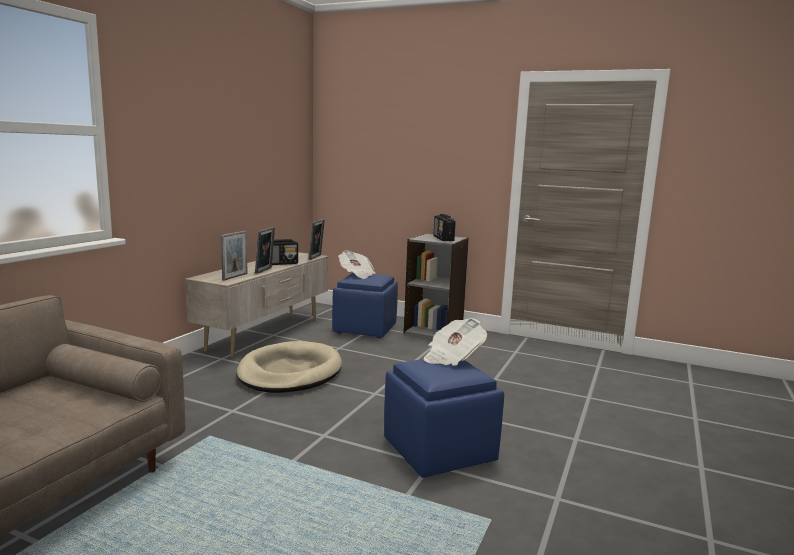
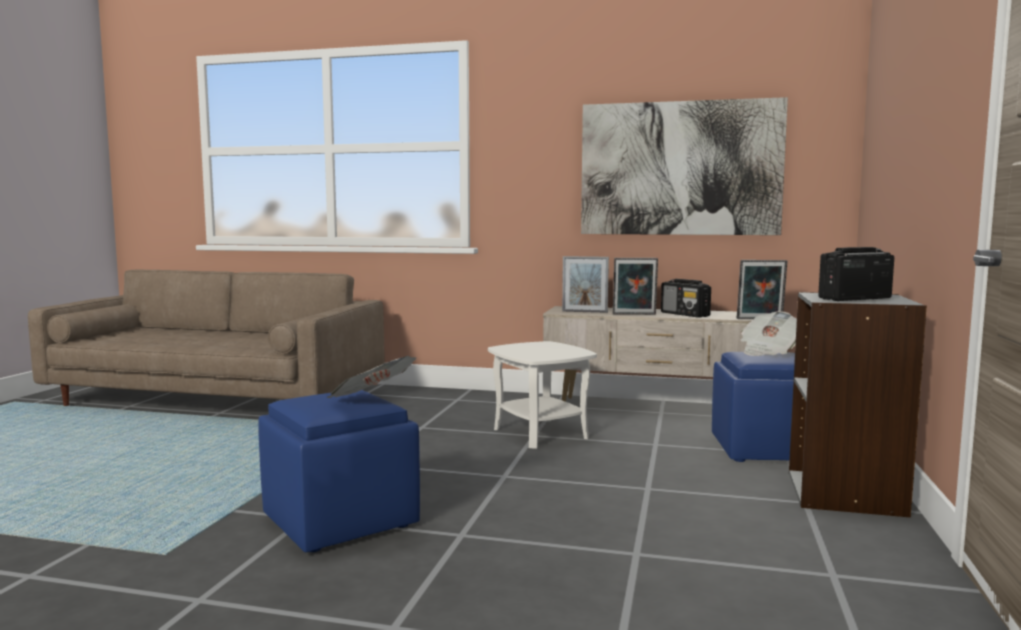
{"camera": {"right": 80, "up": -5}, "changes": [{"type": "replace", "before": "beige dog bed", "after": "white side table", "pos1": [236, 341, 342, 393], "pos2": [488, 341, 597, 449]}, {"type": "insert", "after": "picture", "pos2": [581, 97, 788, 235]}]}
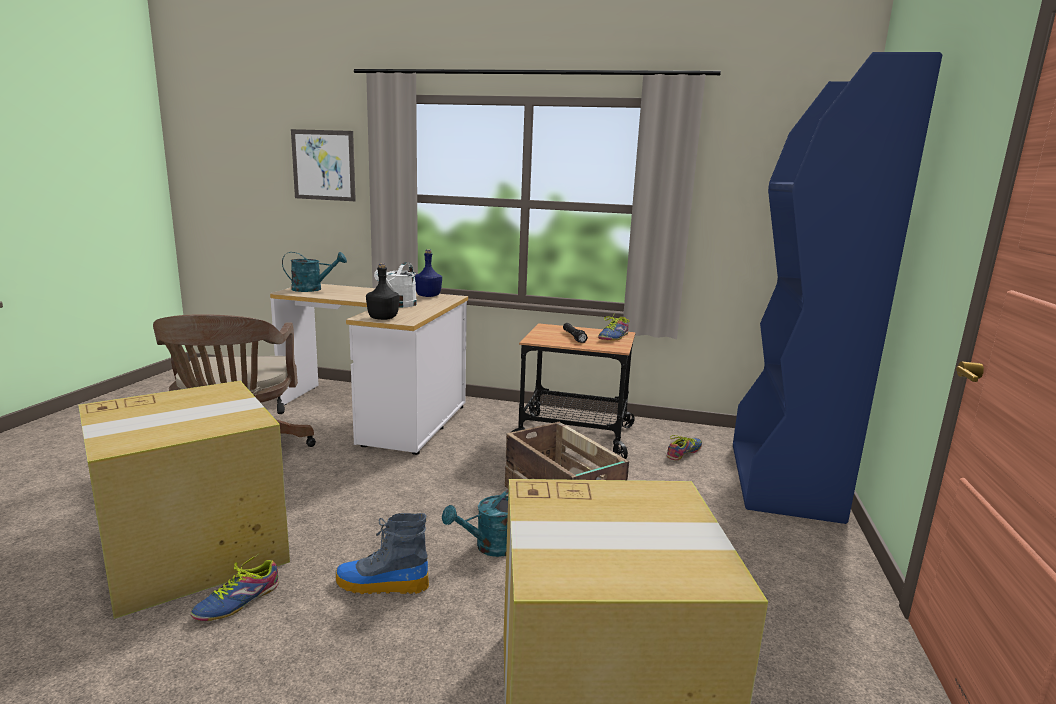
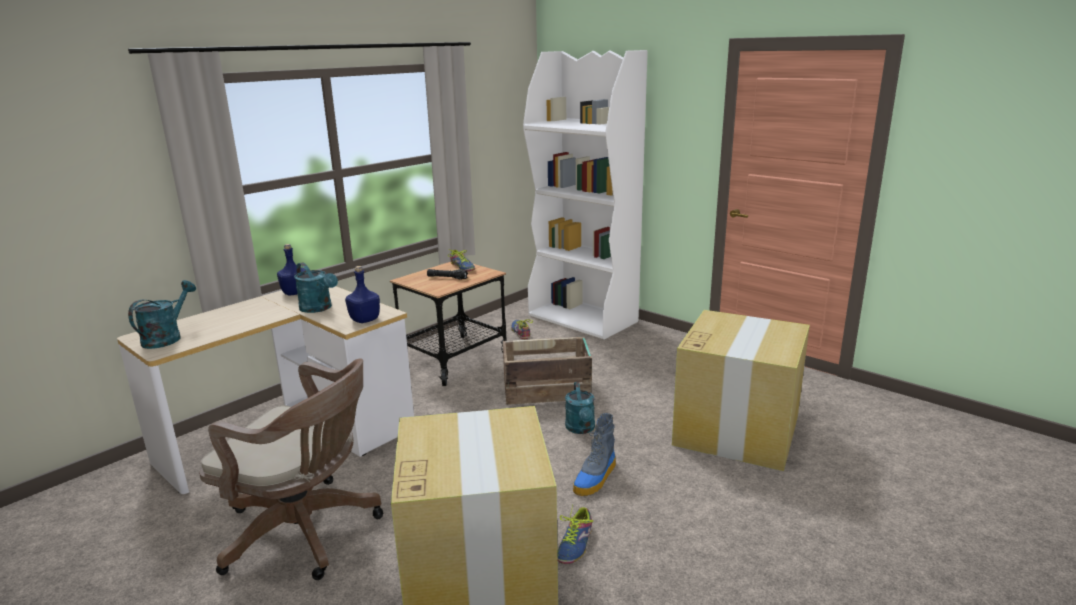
{"camera": {"right": -60, "up": 5}, "changes": [{"type": "rotate", "before": "shoe", "pos1": [191, 555, 279, 621], "pos2": [557, 504, 593, 564], "turn": 45}, {"type": "delete", "before": "picture", "pos1": [291, 129, 356, 201]}, {"type": "recolor", "before": "black bottle", "after": "blue bottle", "pos1": [366, 263, 399, 320], "pos2": [345, 266, 380, 323]}, {"type": "recolor", "before": "white watering can", "after": "turquoise watering can", "pos1": [374, 262, 417, 307], "pos2": [294, 262, 338, 313]}, {"type": "recolor", "before": "blue bookcase", "after": "white bookcase", "pos1": [733, 52, 942, 524], "pos2": [523, 50, 648, 340]}]}
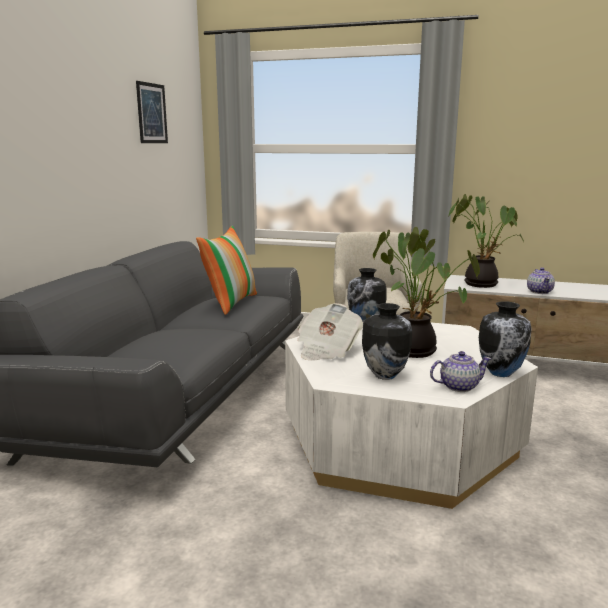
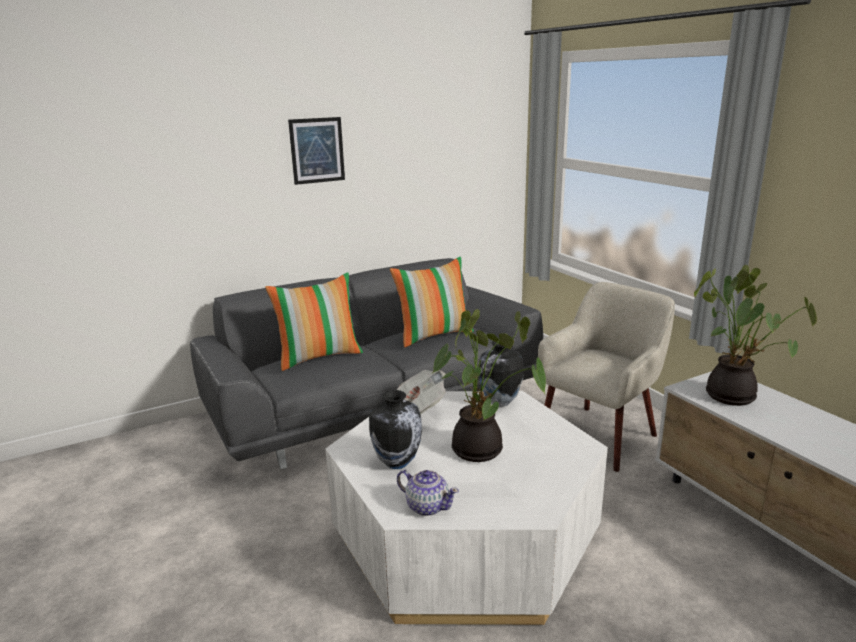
{"camera": {"right": 45, "up": 5}, "changes": [{"type": "move", "before": "picture", "pos1": [136, 81, 168, 143], "pos2": [288, 117, 345, 185]}, {"type": "delete", "before": "vase", "pos1": [479, 301, 531, 377]}, {"type": "delete", "before": "teapot", "pos1": [527, 267, 555, 294]}, {"type": "insert", "after": "pillow", "pos2": [265, 273, 363, 371]}]}
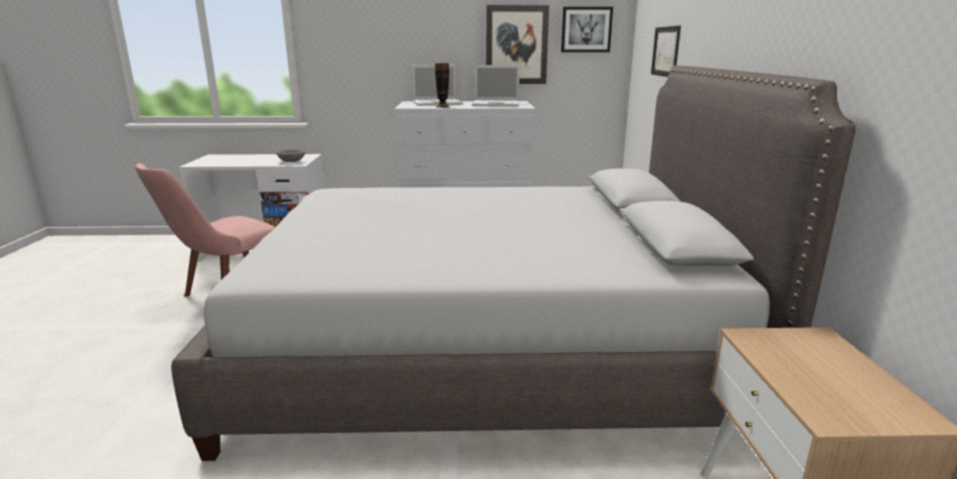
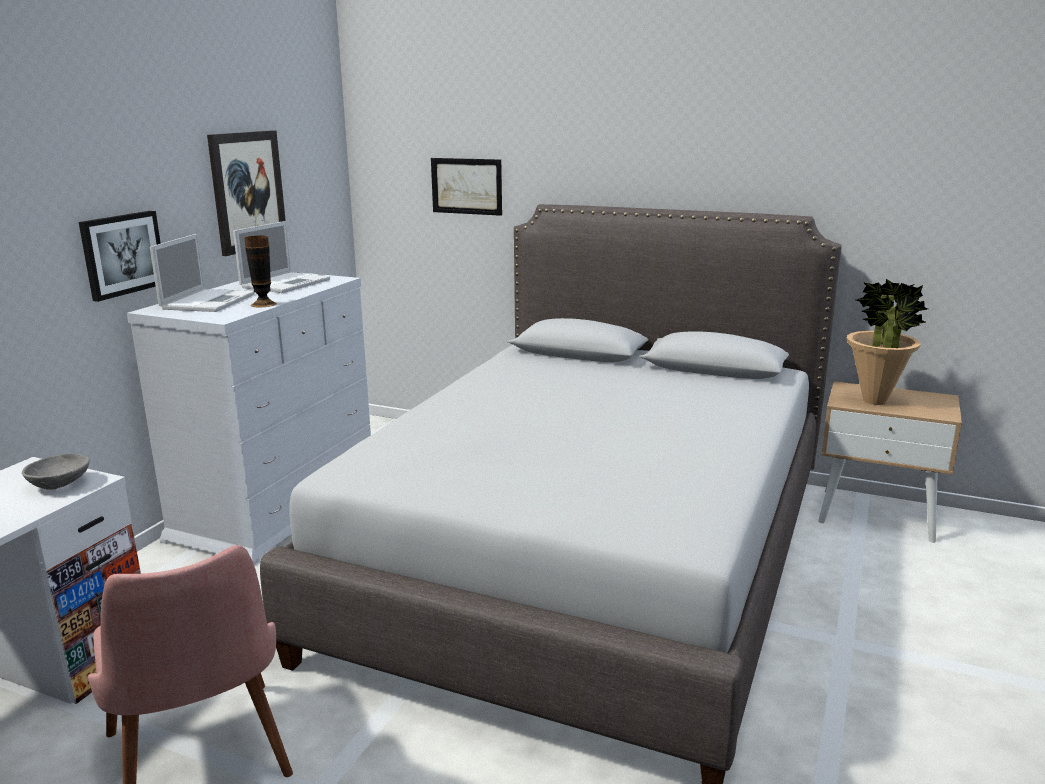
{"camera": {"right": -65, "up": 0}, "changes": [{"type": "move", "before": "picture", "pos1": [561, 7, 613, 52], "pos2": [79, 210, 161, 302]}, {"type": "insert", "after": "potted plant", "pos2": [847, 279, 928, 405]}]}
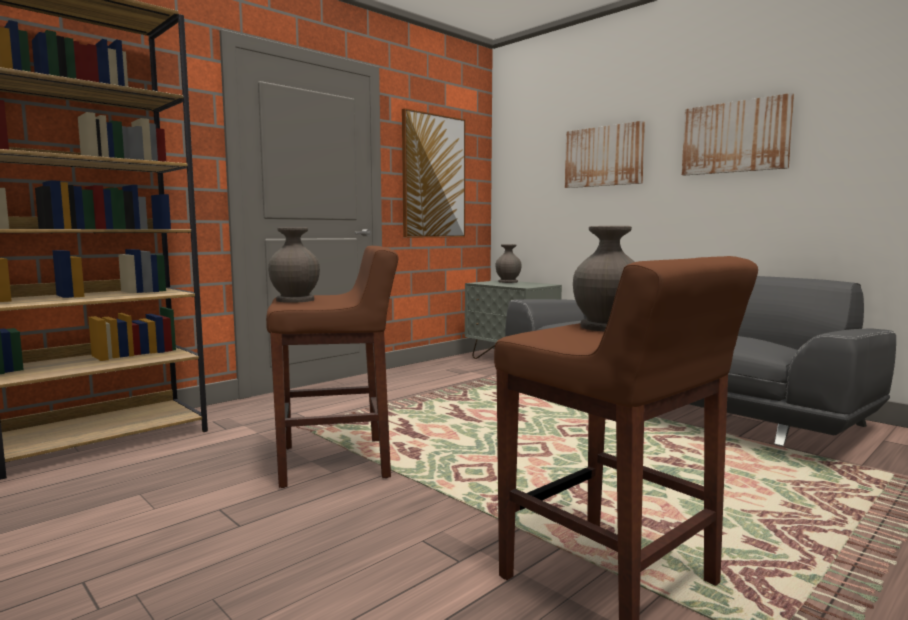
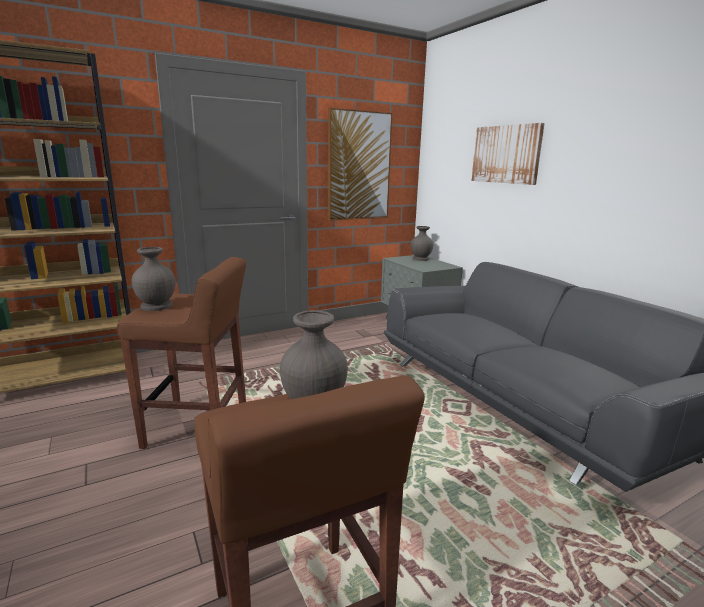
{"camera": {"right": 15, "up": 10}, "changes": [{"type": "delete", "before": "picture", "pos1": [682, 93, 794, 175]}]}
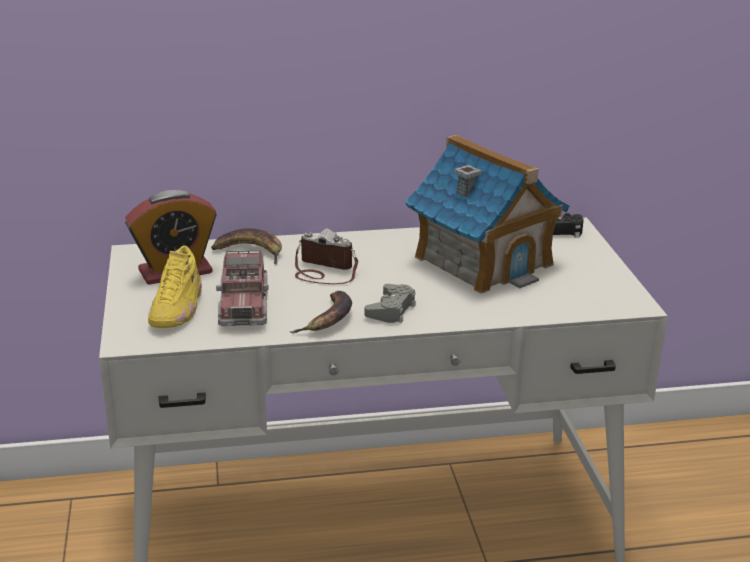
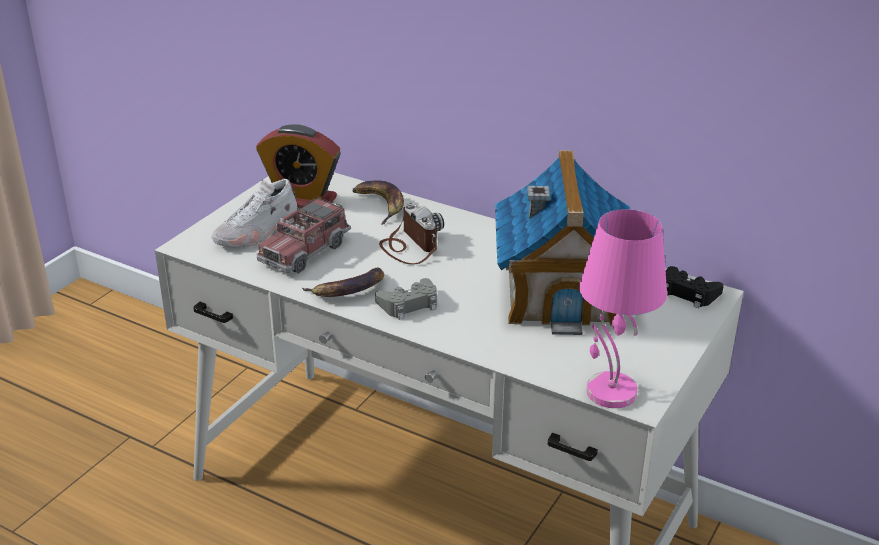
{"camera": {"right": 40, "up": 5}, "changes": [{"type": "recolor", "before": "yellow shoe", "after": "white shoe", "pos1": [148, 246, 202, 328], "pos2": [212, 179, 298, 247]}, {"type": "insert", "after": "pink table lamp", "pos2": [579, 209, 667, 408]}]}
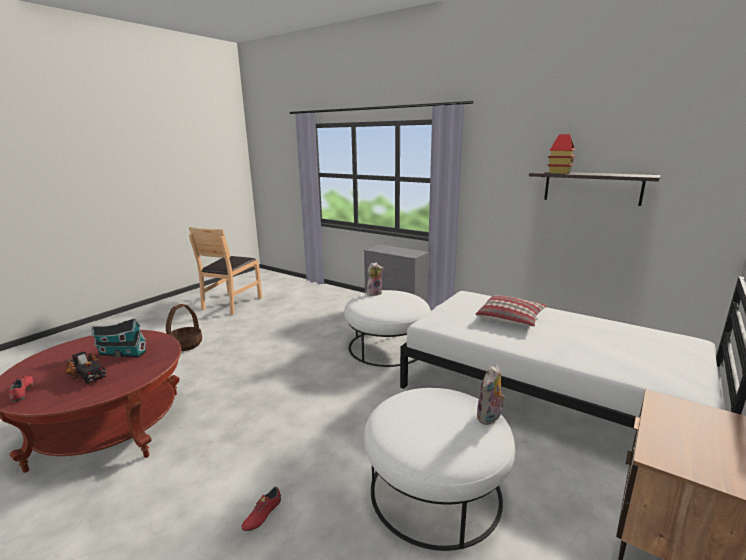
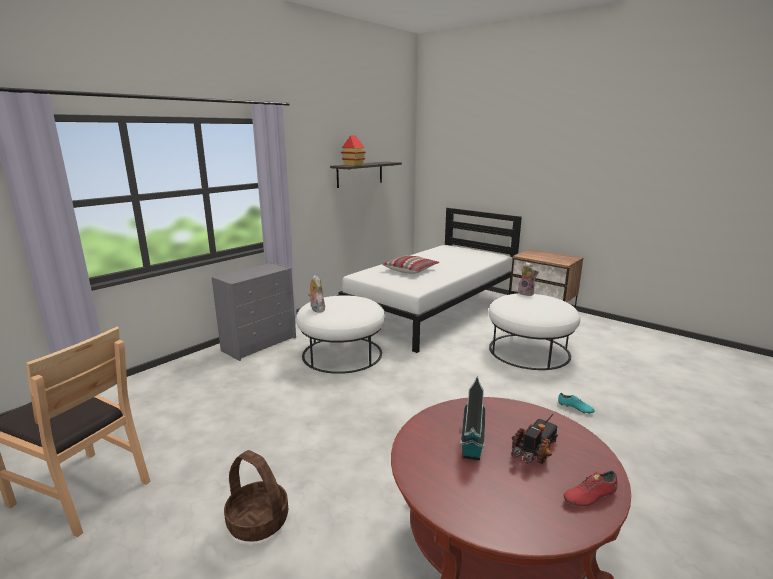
{"camera": {"right": -85, "up": 0}, "changes": [{"type": "recolor", "before": "red shoe", "after": "turquoise shoe", "pos1": [242, 487, 281, 531], "pos2": [558, 393, 595, 414]}]}
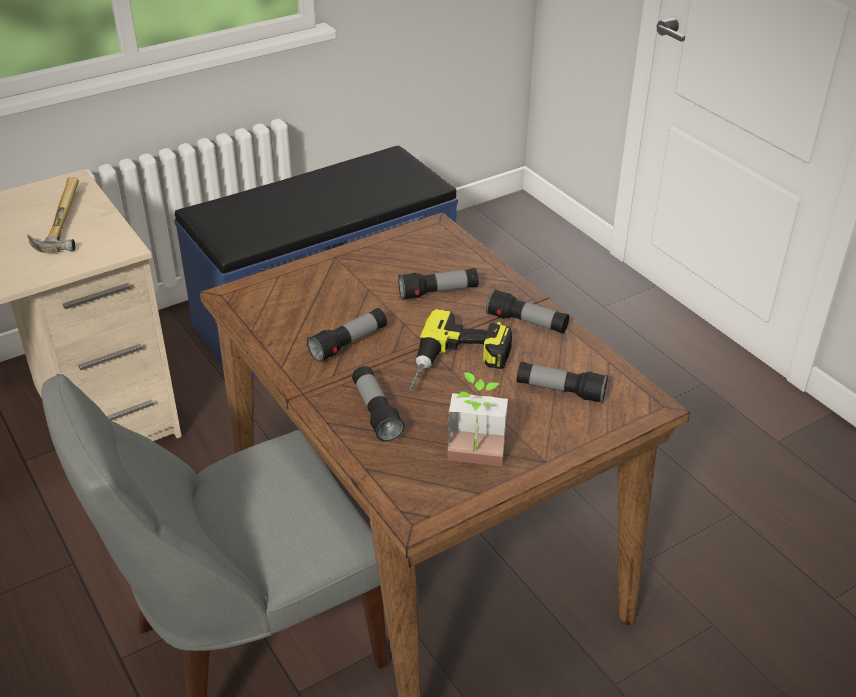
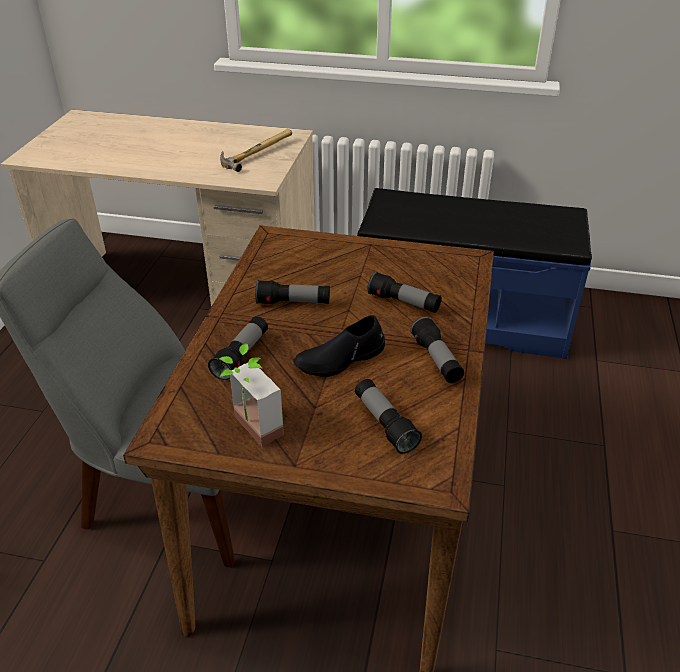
{"camera": {"right": 45, "up": 0}, "changes": [{"type": "replace", "before": "power drill", "after": "black shoe", "pos1": [409, 309, 512, 391], "pos2": [293, 315, 385, 377]}]}
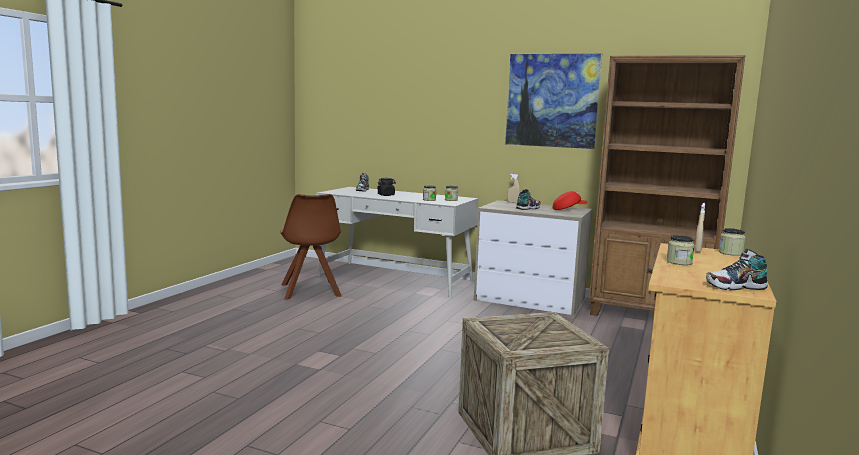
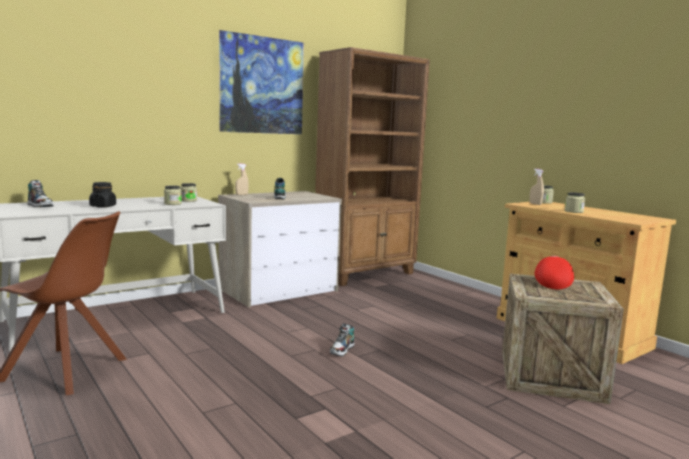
{"camera": {"right": -60, "up": 0}, "changes": [{"type": "move", "before": "red cap", "pos1": [553, 191, 587, 210], "pos2": [535, 256, 574, 289]}, {"type": "move", "before": "shoe", "pos1": [706, 249, 768, 290], "pos2": [330, 323, 354, 356]}]}
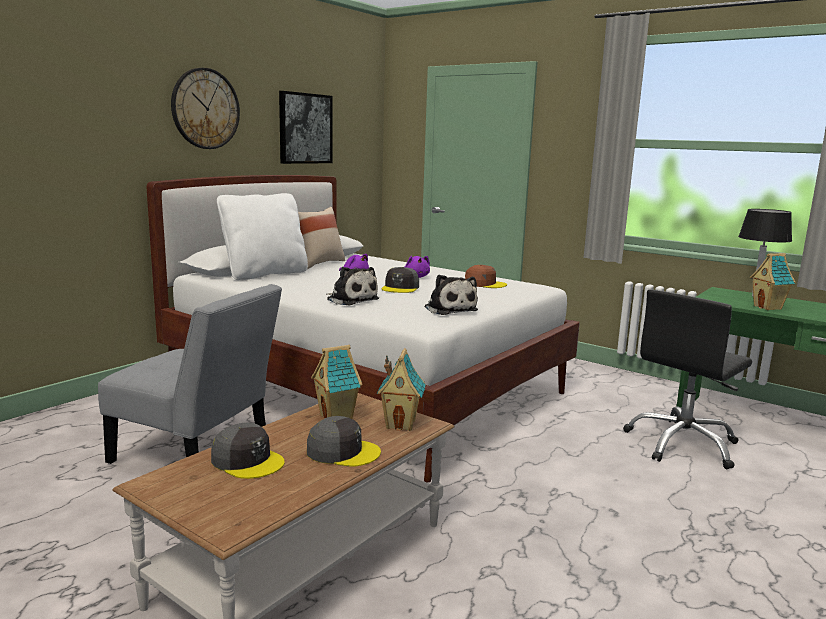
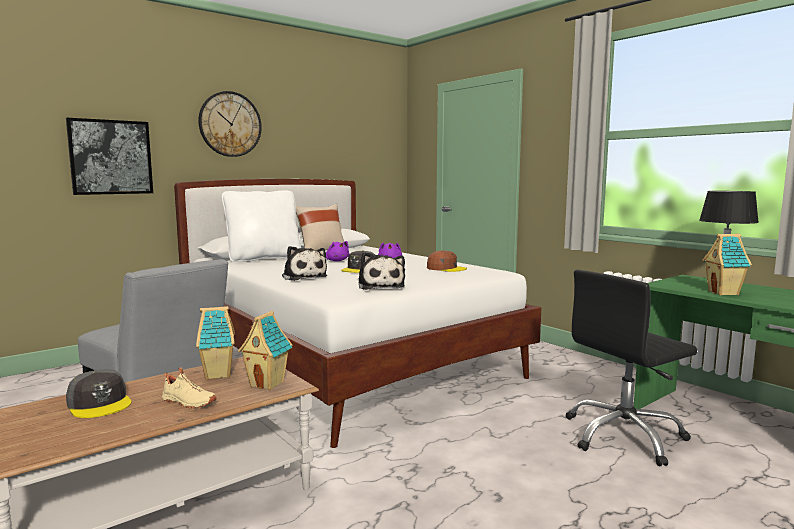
{"camera": {"right": 15, "up": -5}, "changes": [{"type": "move", "before": "picture", "pos1": [279, 91, 333, 164], "pos2": [66, 118, 153, 195]}, {"type": "replace", "before": "grey cap", "after": "beige shoe", "pos1": [307, 416, 381, 467], "pos2": [162, 367, 217, 409]}]}
